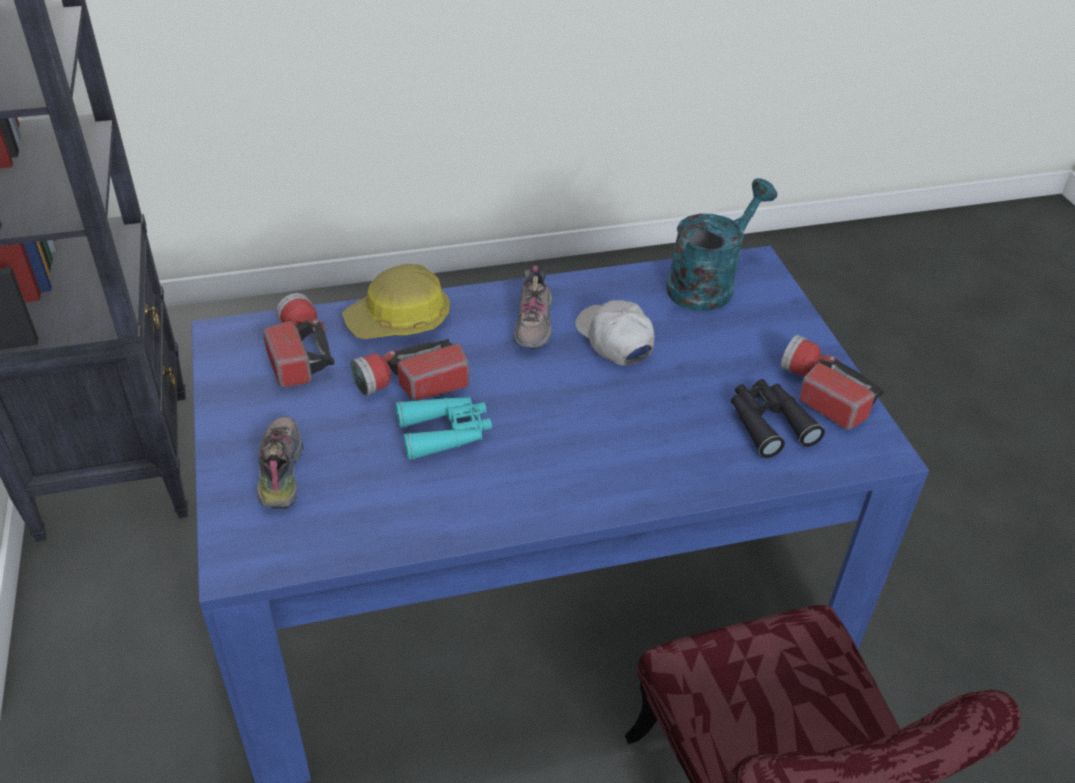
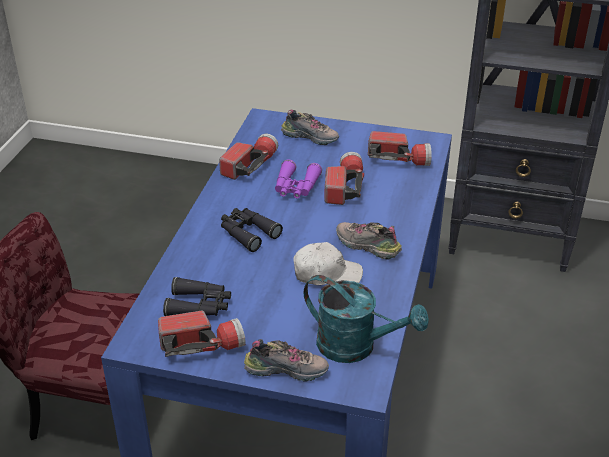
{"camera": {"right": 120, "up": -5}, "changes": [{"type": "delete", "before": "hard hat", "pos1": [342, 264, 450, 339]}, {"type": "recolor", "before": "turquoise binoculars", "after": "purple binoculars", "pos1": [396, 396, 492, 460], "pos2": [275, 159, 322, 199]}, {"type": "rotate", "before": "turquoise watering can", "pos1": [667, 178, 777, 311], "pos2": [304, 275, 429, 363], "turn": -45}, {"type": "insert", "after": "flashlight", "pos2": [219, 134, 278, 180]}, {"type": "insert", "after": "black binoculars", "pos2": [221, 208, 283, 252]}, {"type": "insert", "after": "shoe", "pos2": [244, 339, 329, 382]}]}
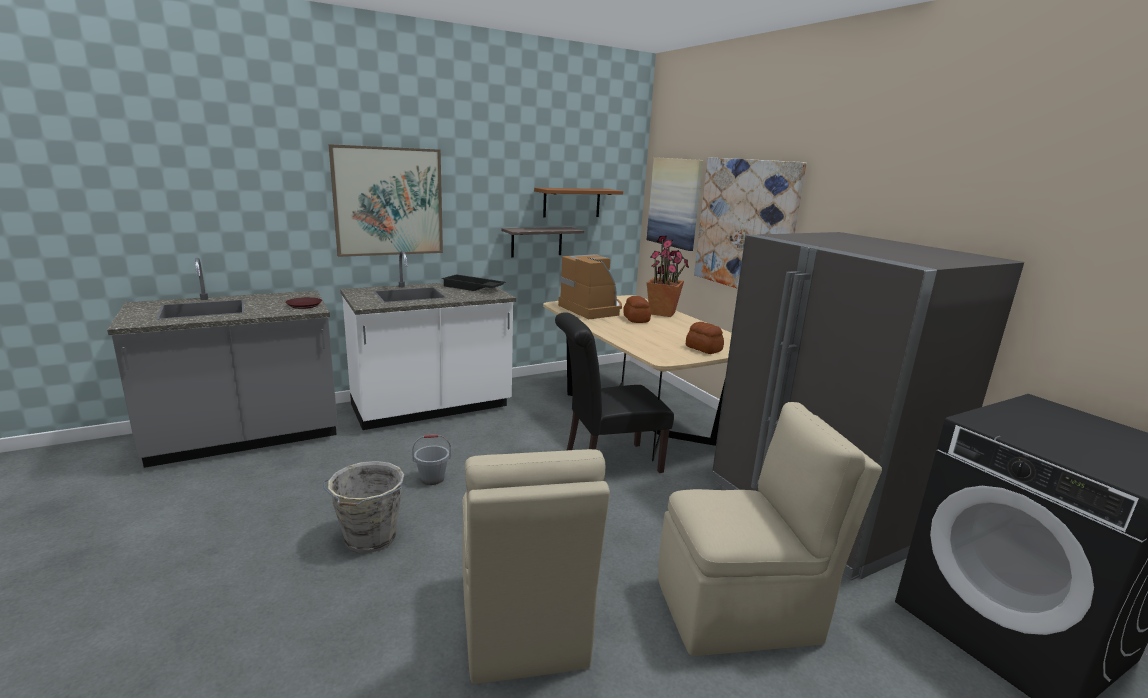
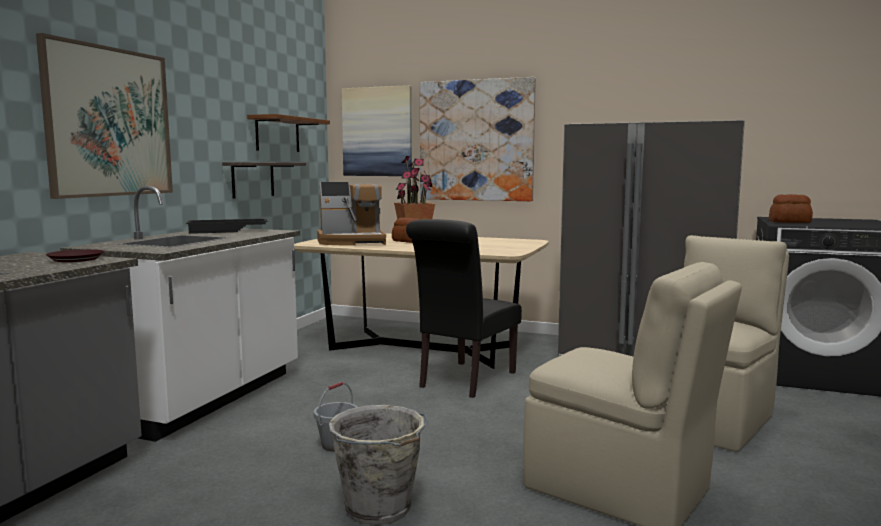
{"camera": {"right": -40, "up": -10}, "changes": [{"type": "rotate", "before": "coffee machine", "pos1": [558, 254, 622, 319], "pos2": [317, 182, 386, 245], "turn": 150}, {"type": "move", "before": "bread", "pos1": [686, 322, 724, 354], "pos2": [769, 194, 813, 223]}]}
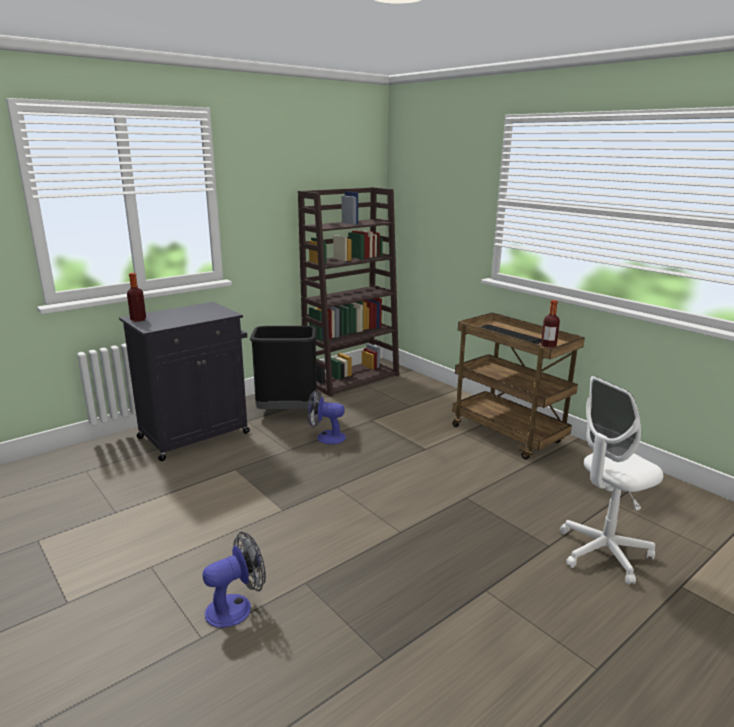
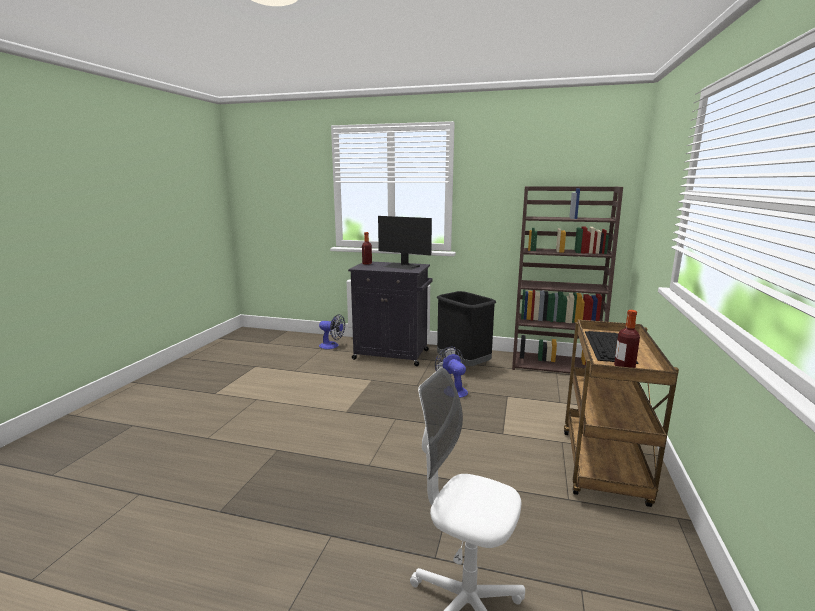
{"camera": {"right": 55, "up": -5}, "changes": [{"type": "move", "before": "fan", "pos1": [203, 532, 266, 628], "pos2": [319, 314, 345, 349]}, {"type": "insert", "after": "monitor", "pos2": [378, 216, 432, 270]}]}
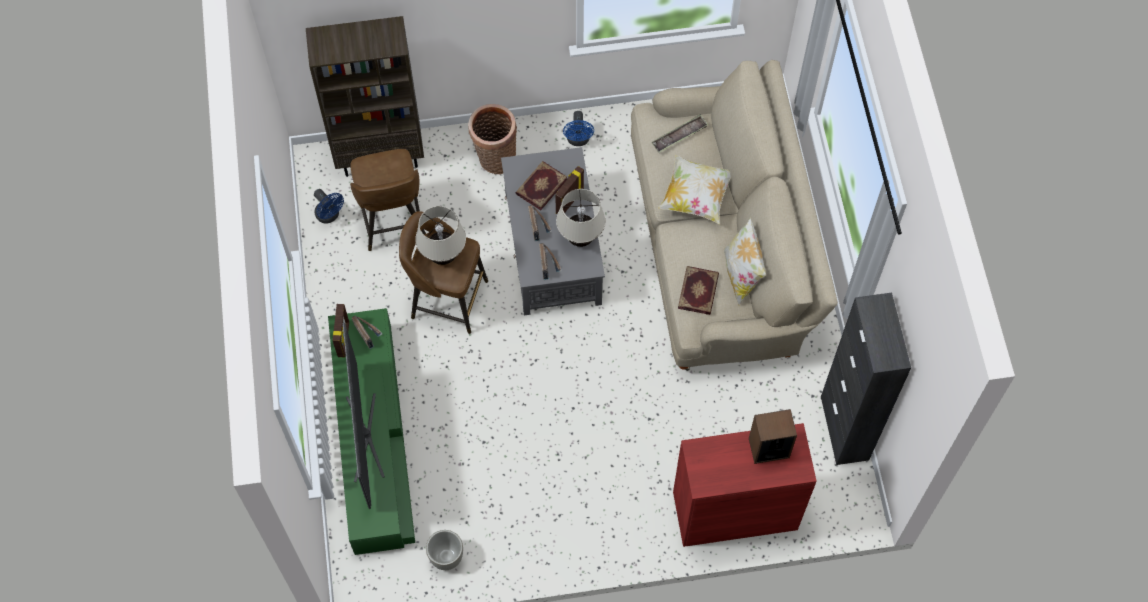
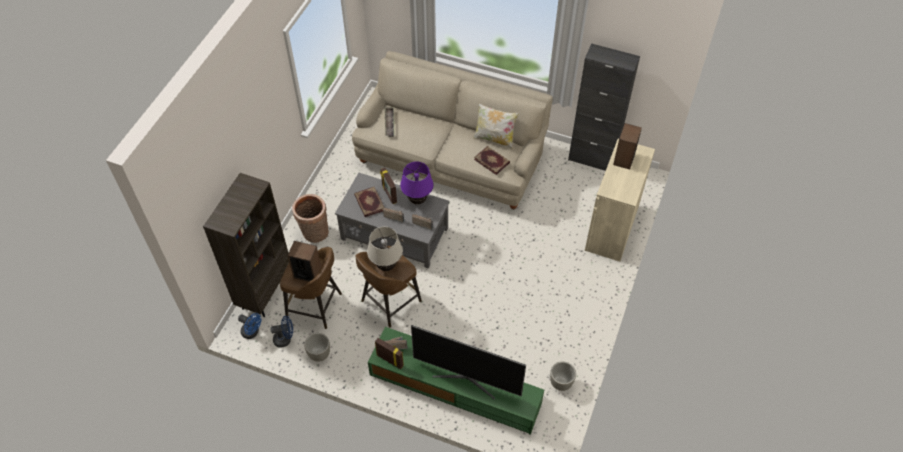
{"camera": {"right": -60, "up": -10}, "changes": [{"type": "recolor", "before": "beige table lamp", "after": "purple table lamp", "pos1": [556, 189, 606, 247], "pos2": [400, 161, 434, 204]}, {"type": "move", "before": "blue fan", "pos1": [563, 111, 594, 146], "pos2": [238, 313, 261, 339]}, {"type": "delete", "before": "pillow", "pos1": [658, 155, 731, 224]}, {"type": "recolor", "before": "red cabinet", "after": "beige cabinet", "pos1": [673, 423, 817, 547], "pos2": [585, 139, 655, 262]}, {"type": "insert", "after": "speaker", "pos2": [287, 241, 321, 282]}, {"type": "insert", "after": "grey planter", "pos2": [304, 333, 330, 362]}]}
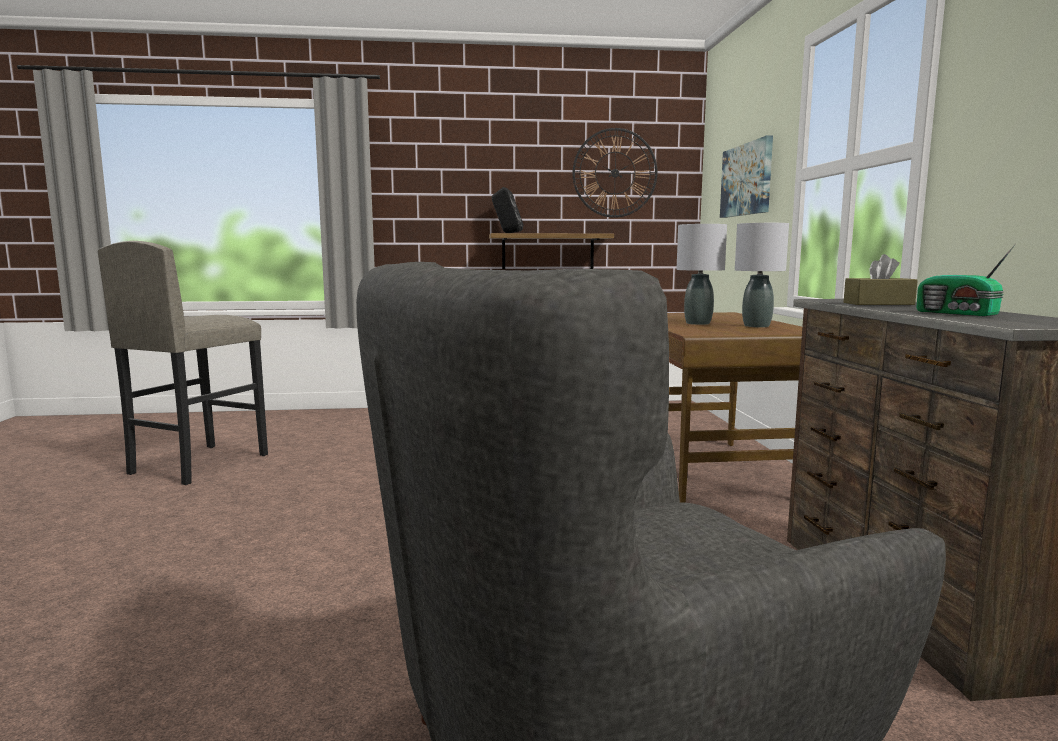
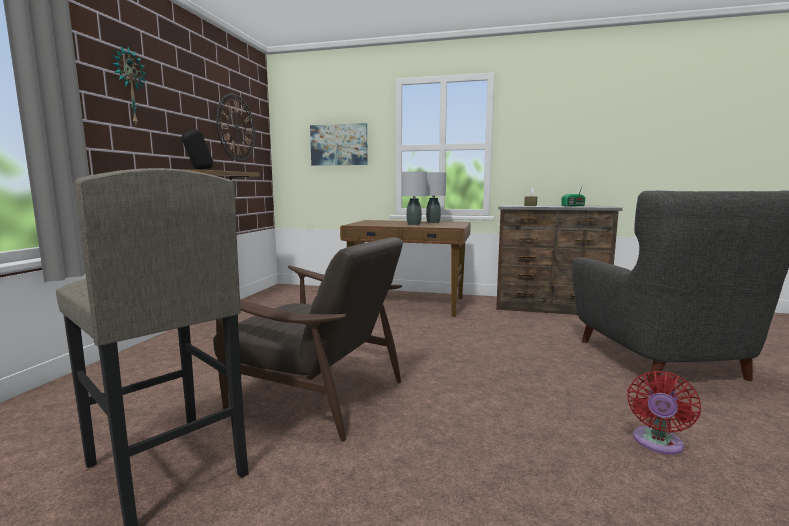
{"camera": {"right": -70, "up": 0}, "changes": [{"type": "insert", "after": "wall clock", "pos2": [112, 46, 146, 125]}, {"type": "insert", "after": "brown armchair", "pos2": [213, 237, 403, 441]}, {"type": "insert", "after": "red fan", "pos2": [627, 371, 701, 455]}]}
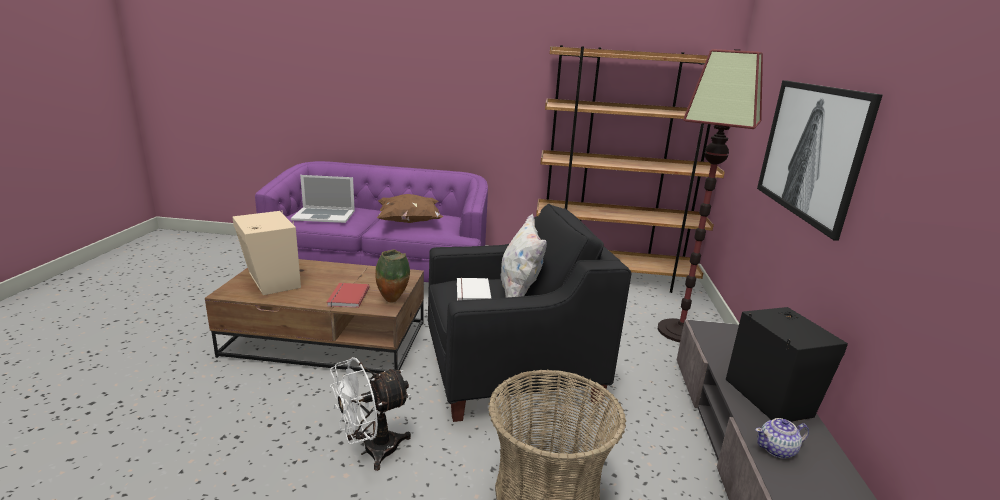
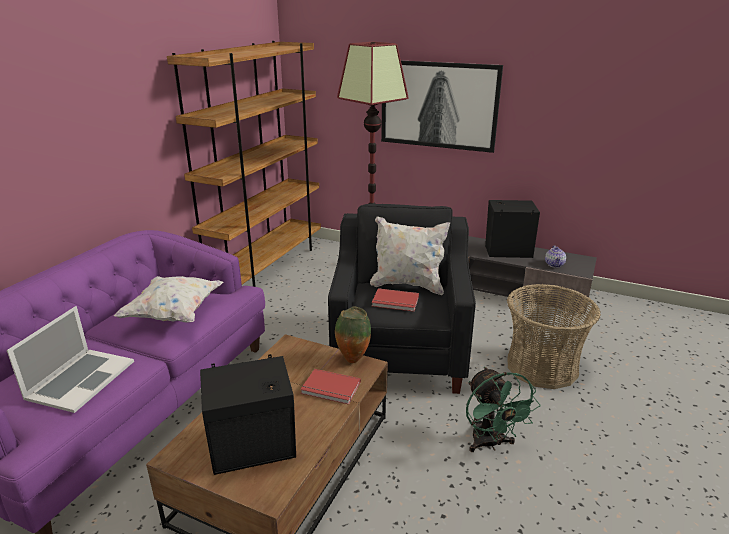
{"camera": {"right": -70, "up": 5}, "changes": [{"type": "recolor", "before": "beige speaker", "after": "black speaker", "pos1": [232, 211, 301, 295], "pos2": [200, 354, 296, 475]}, {"type": "recolor", "before": "white fan", "after": "green fan", "pos1": [330, 357, 411, 471], "pos2": [466, 367, 541, 452]}, {"type": "recolor", "before": "brown pillow", "after": "white pillow", "pos1": [377, 194, 443, 223], "pos2": [114, 276, 224, 323]}, {"type": "recolor", "before": "white book", "after": "red book", "pos1": [457, 278, 491, 300], "pos2": [372, 288, 419, 312]}]}
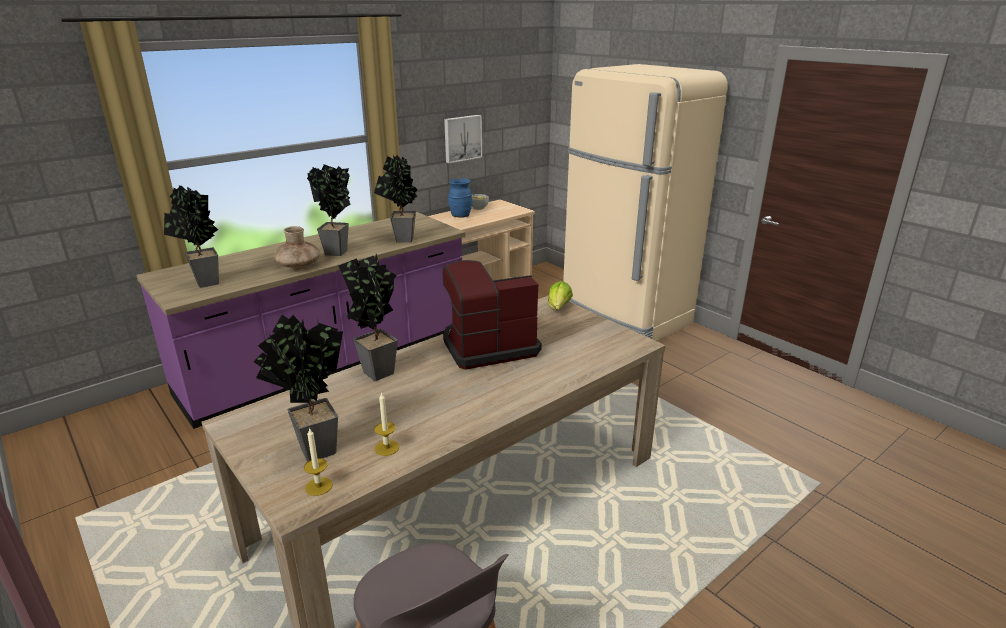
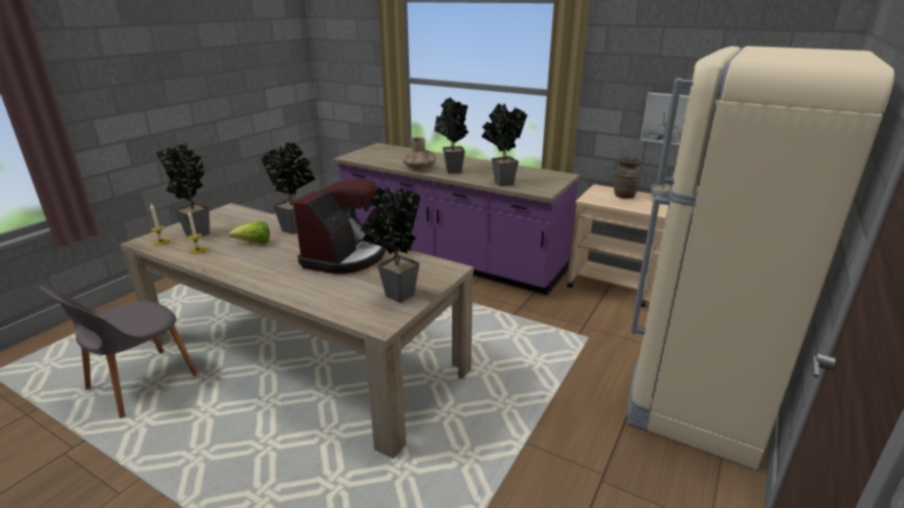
{"camera": {"right": 70, "up": 0}, "changes": [{"type": "move", "before": "potted plant", "pos1": [164, 185, 219, 288], "pos2": [361, 187, 421, 303]}, {"type": "rotate", "before": "coffee machine", "pos1": [443, 260, 542, 369], "pos2": [293, 179, 386, 274], "turn": 60}, {"type": "recolor", "before": "blue vase", "after": "brown vase", "pos1": [448, 179, 472, 217], "pos2": [614, 156, 643, 199]}, {"type": "move", "before": "lettuce", "pos1": [548, 281, 573, 310], "pos2": [229, 221, 270, 244]}]}
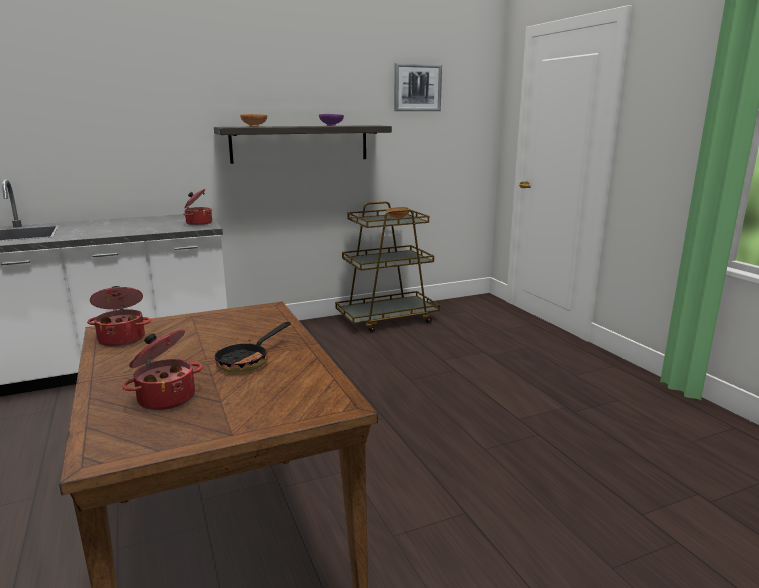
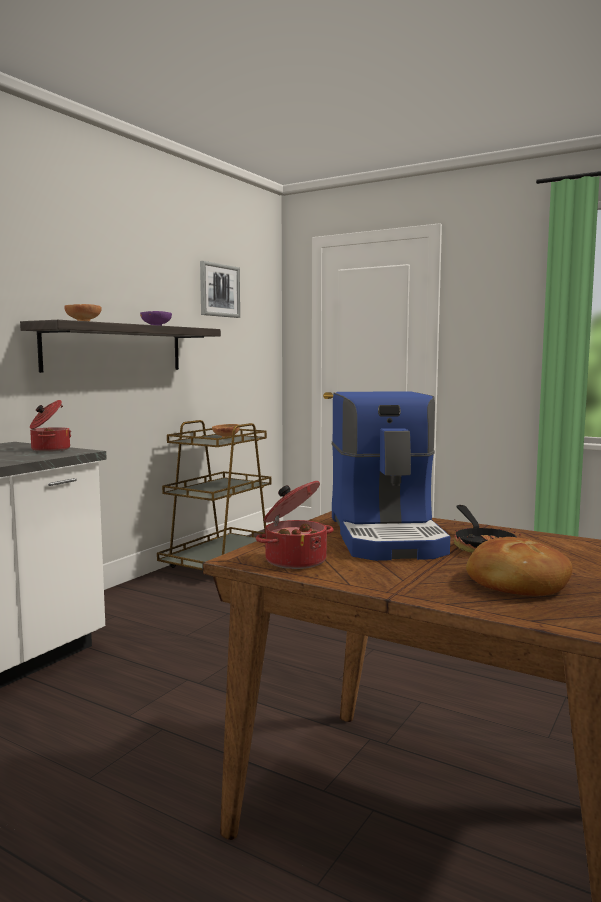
{"camera": {"right": -35, "up": -10}, "changes": [{"type": "replace", "before": "cooking pot", "after": "bread", "pos1": [122, 329, 203, 411], "pos2": [466, 537, 573, 596]}, {"type": "insert", "after": "coffee machine", "pos2": [331, 391, 450, 561]}]}
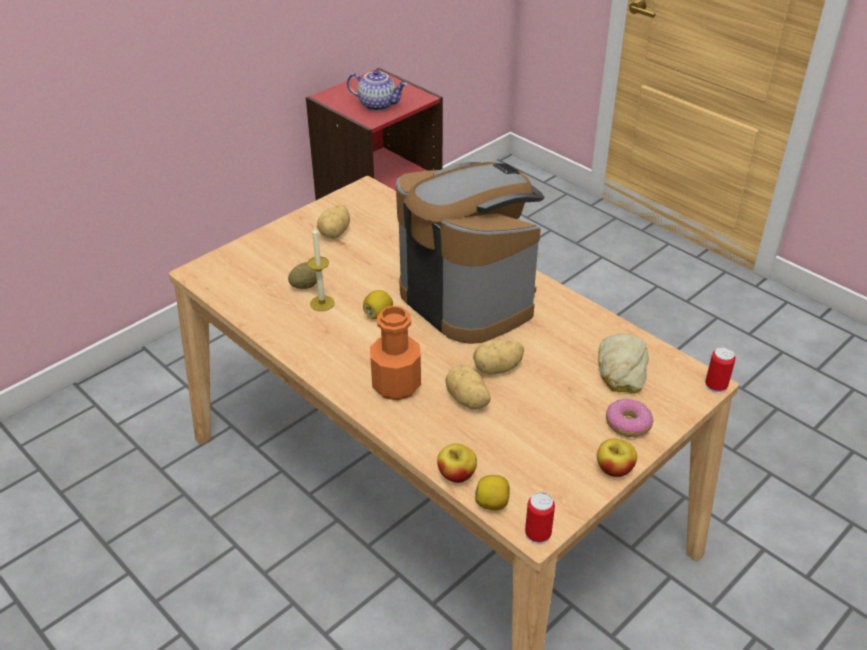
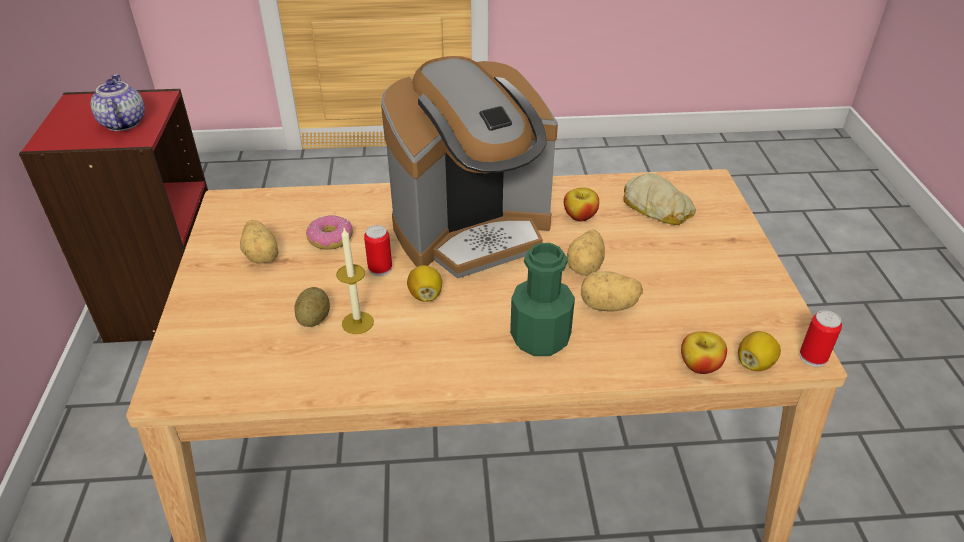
{"camera": {"right": -50, "up": 0}, "changes": [{"type": "rotate", "before": "teapot", "pos1": [347, 70, 407, 111], "pos2": [91, 74, 145, 131], "turn": -75}, {"type": "recolor", "before": "orange bottle", "after": "green bottle", "pos1": [370, 306, 421, 400], "pos2": [510, 243, 575, 356]}, {"type": "rotate", "before": "coffee machine", "pos1": [396, 162, 544, 344], "pos2": [381, 56, 558, 279], "turn": 150}, {"type": "move", "before": "apple", "pos1": [597, 439, 637, 477], "pos2": [564, 188, 599, 221]}, {"type": "move", "before": "donut", "pos1": [606, 399, 654, 437], "pos2": [306, 215, 353, 250]}, {"type": "move", "before": "can", "pos1": [705, 347, 736, 393], "pos2": [364, 225, 392, 276]}]}
